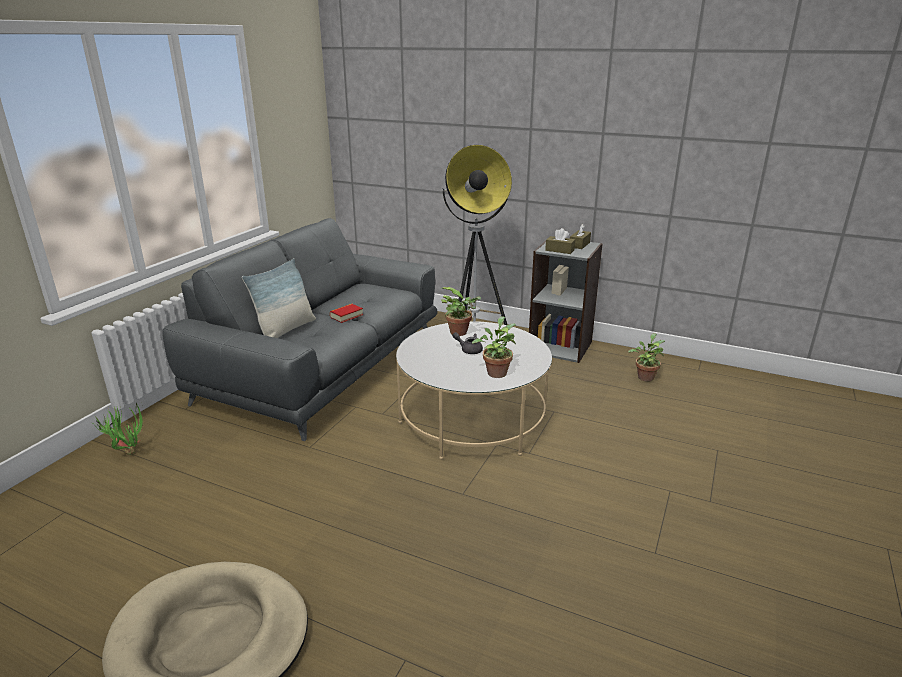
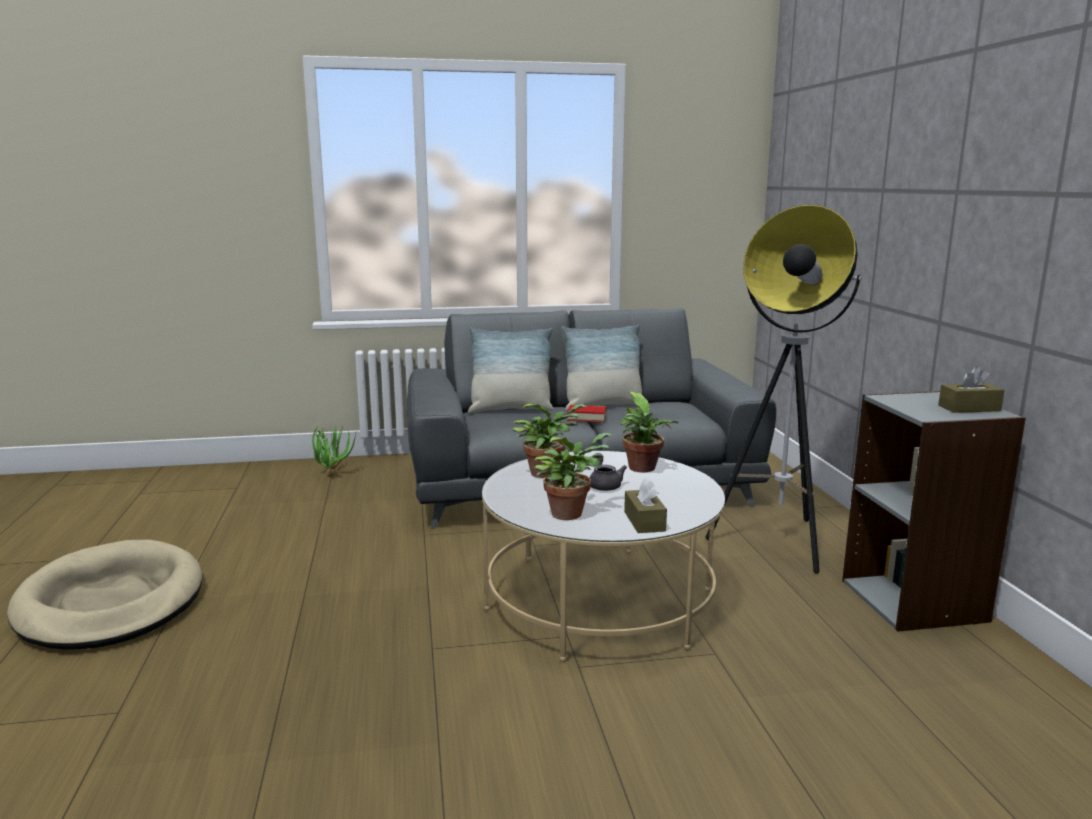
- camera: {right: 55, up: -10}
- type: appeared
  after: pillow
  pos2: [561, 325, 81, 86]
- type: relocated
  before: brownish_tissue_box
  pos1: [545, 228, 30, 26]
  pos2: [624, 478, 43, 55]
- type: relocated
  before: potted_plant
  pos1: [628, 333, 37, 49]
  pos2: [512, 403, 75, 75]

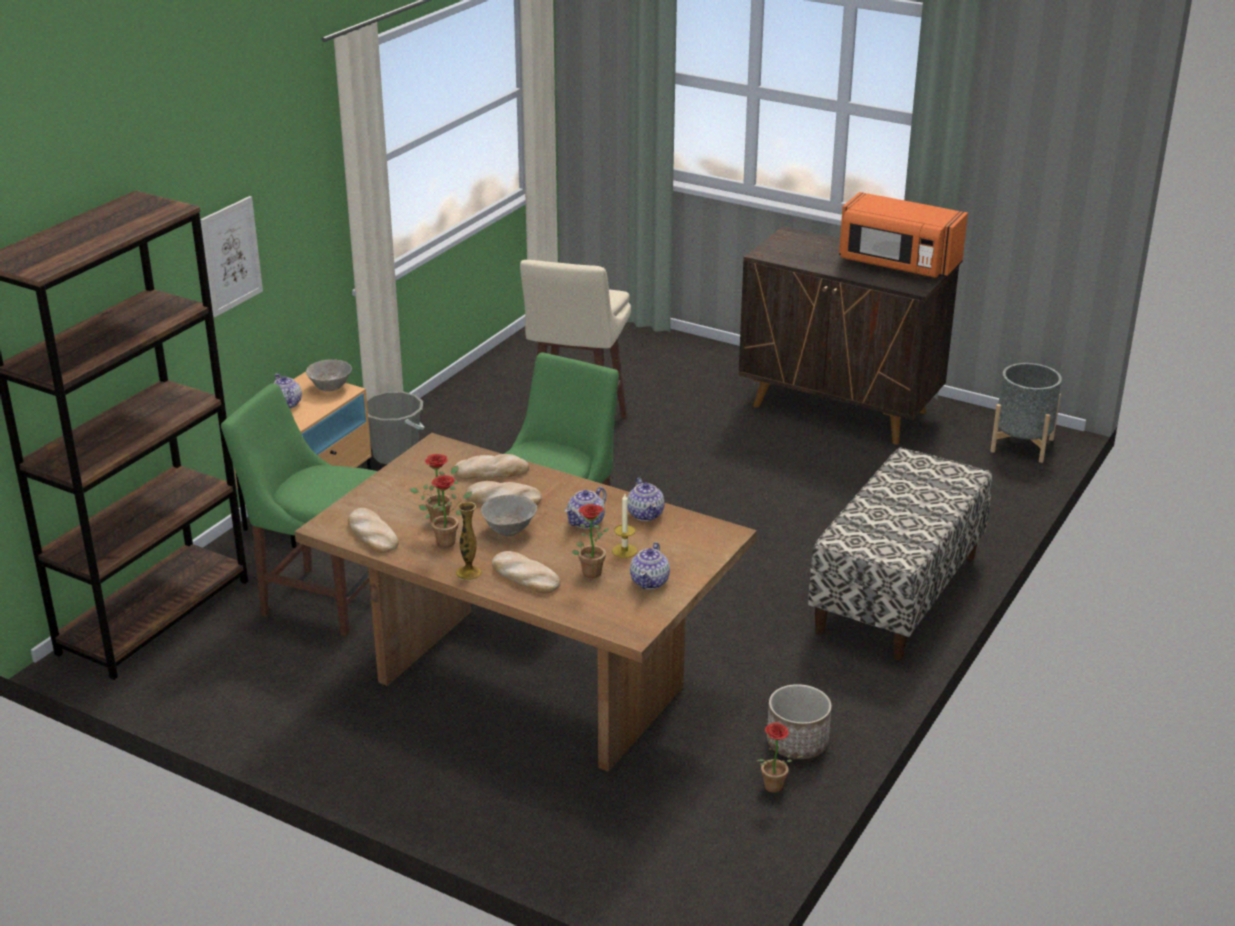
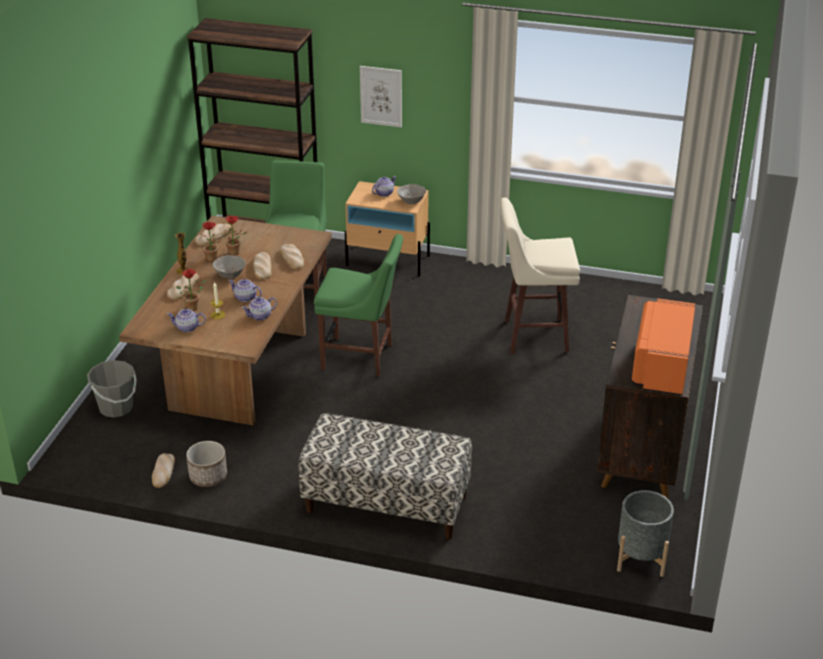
- camera: {right: 75, up: 5}
- type: relocated
  before: gray_pail
  pos1: [367, 391, 58, 74]
  pos2: [87, 360, 50, 58]
- type: exchanged
  before: potted_plant
  after: bread
  pos1: [756, 723, 48, 70]
  pos2: [152, 453, 23, 35]

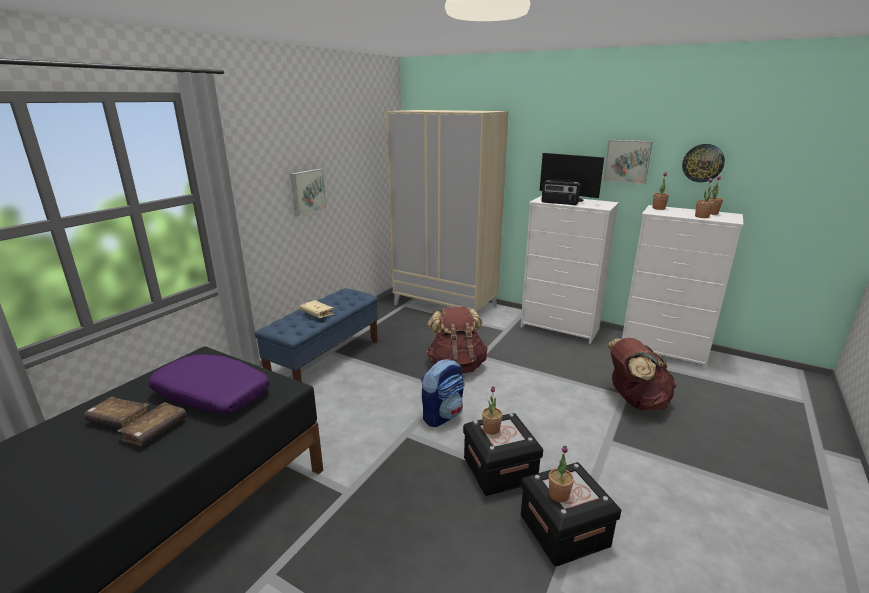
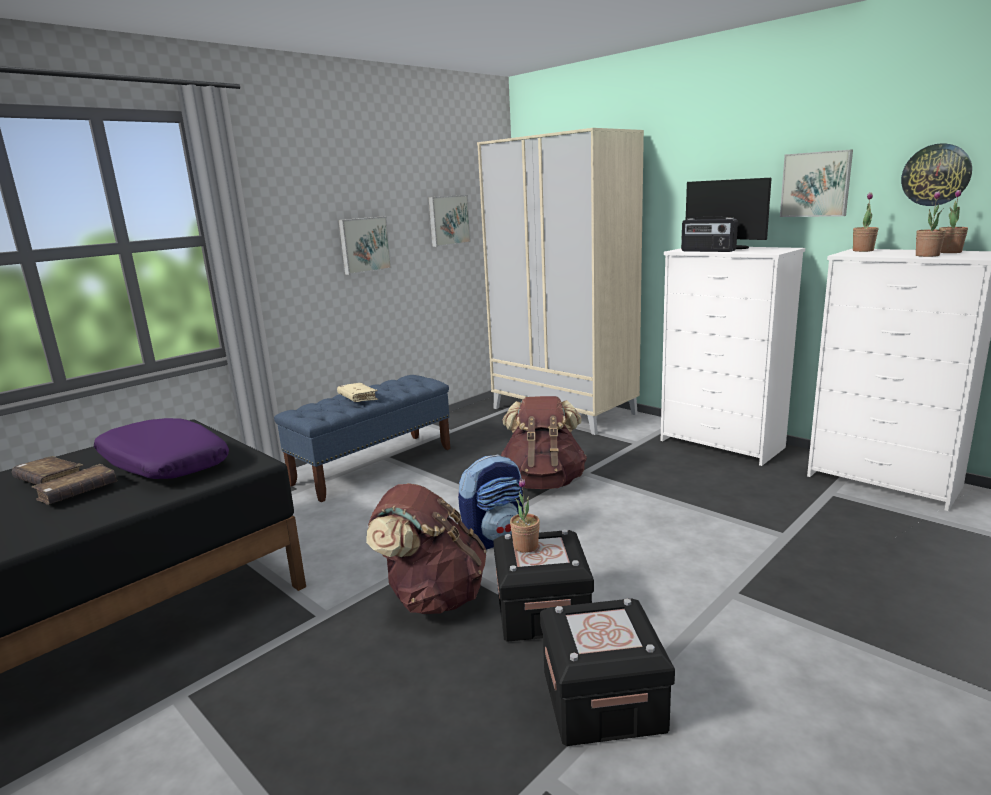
- camera: {right: 15, up: -5}
- type: missing
  before: potted_plant
  pos1: [549, 446, 25, 56]
- type: appeared
  after: wall_picture
  pos2: [429, 195, 42, 52]
- type: relocated
  before: brownish_backpack
  pos1: [606, 338, 71, 72]
  pos2: [366, 483, 121, 131]

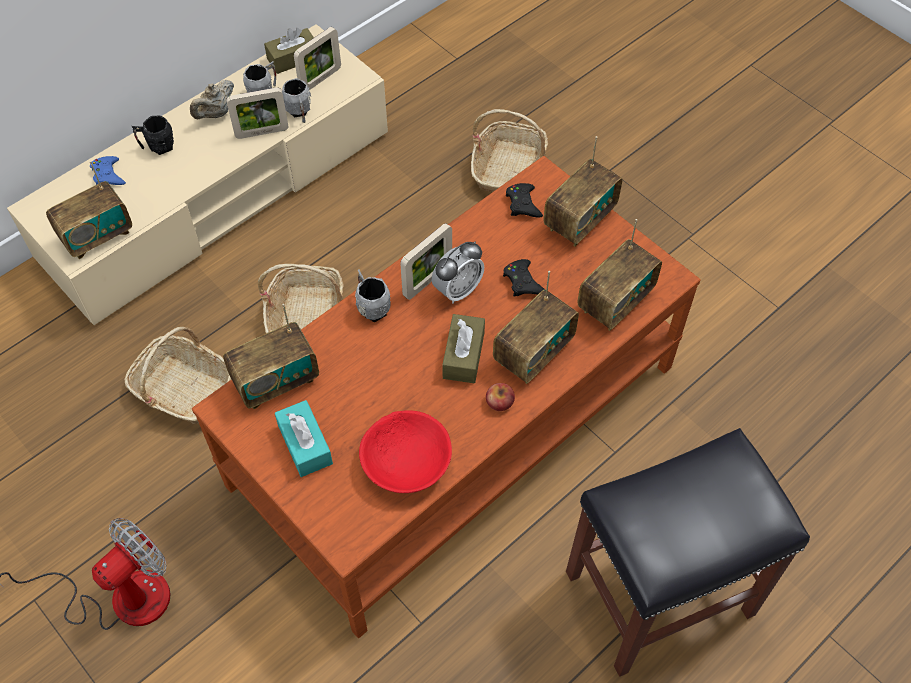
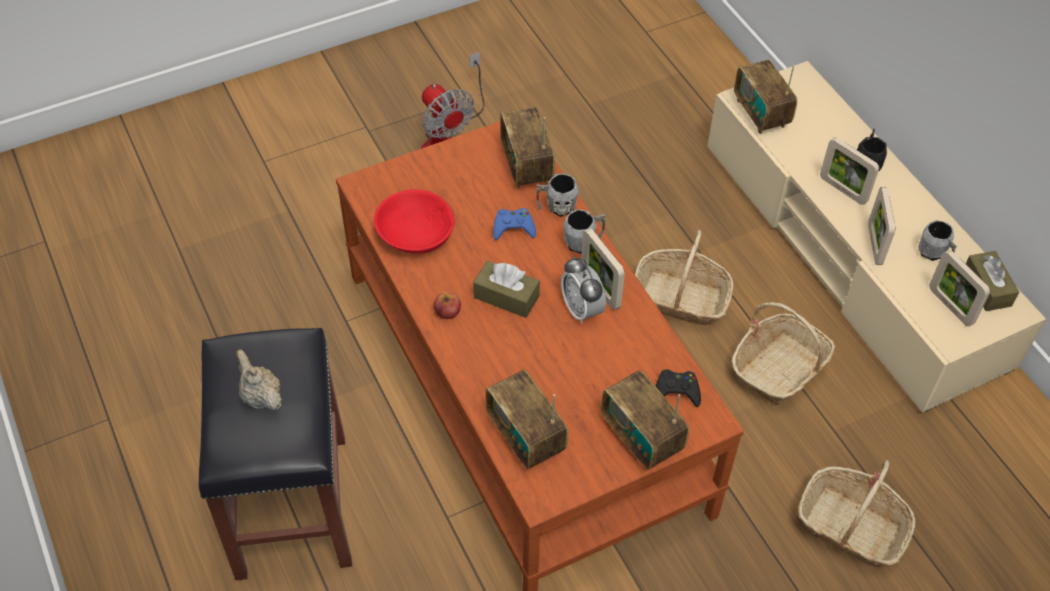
- camera: {right: 105, up: -5}
- type: missing
  before: blue-green_tissue_box
  pos1: [275, 400, 58, 77]
- type: missing
  before: radio_receiver
  pos1: [493, 271, 86, 113]
- type: missing
  before: black-coloured_game_controller
  pos1: [503, 259, 41, 38]
- type: appeared
  after: picture_frame
  pos2: [820, 137, 59, 68]
- type: relocated
  before: bluish_game_controller
  pos1: [90, 156, 36, 29]
  pos2: [493, 208, 43, 32]
- type: relocated
  before: storage_basket
  pos1: [125, 327, 106, 97]
  pos2: [732, 302, 103, 103]
- type: relocated
  before: sand-coloured_pot_for_tea
  pos1: [190, 80, 44, 39]
  pos2: [236, 349, 46, 62]
- type: relocated
  before: gray_mug
  pos1: [282, 78, 29, 45]
  pos2: [536, 174, 43, 43]

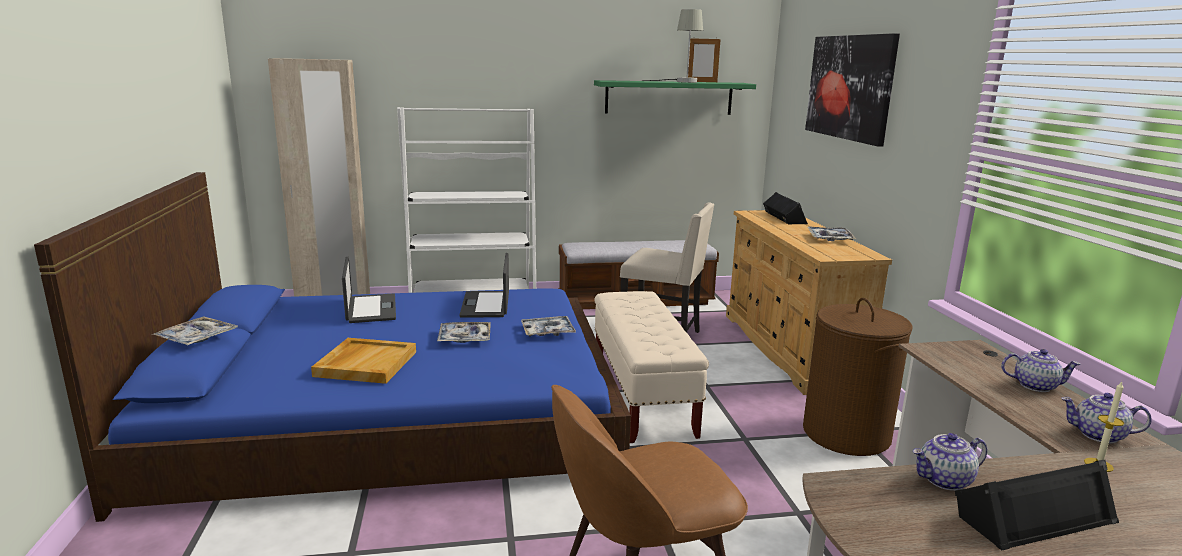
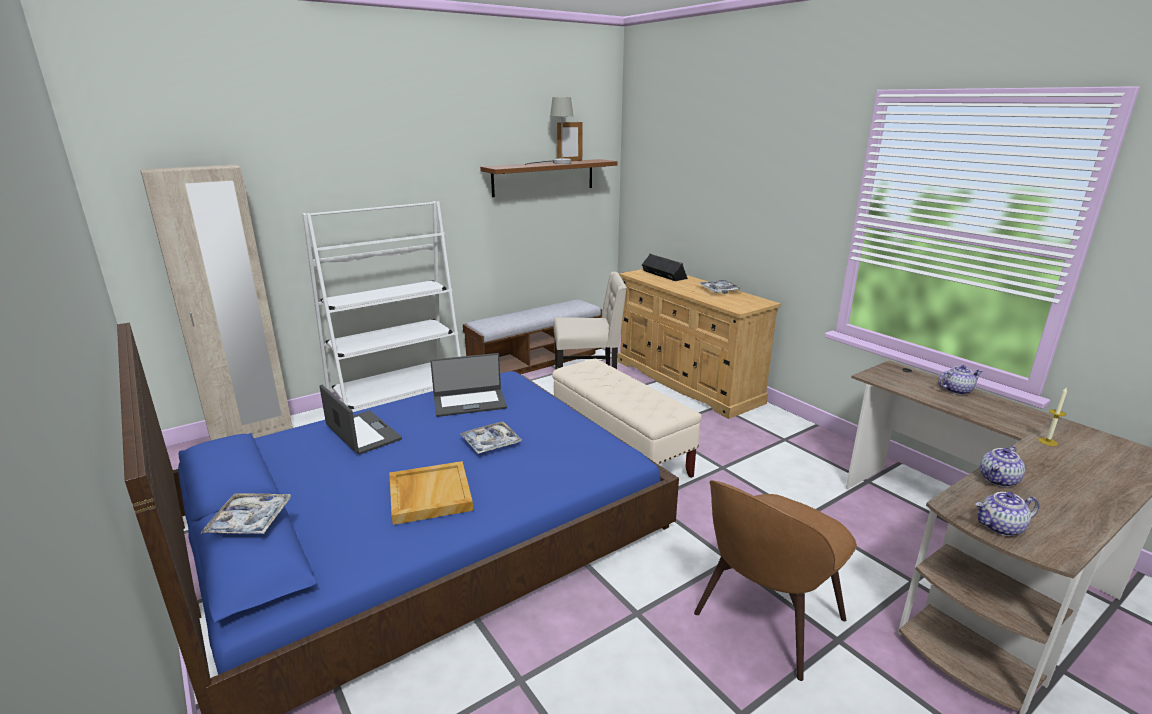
- camera: {right: -25, up: 5}
- type: missing
  before: tray
  pos1: [521, 316, 55, 20]
- type: missing
  before: brownish_washing_basket
  pos1: [803, 298, 109, 158]
- type: missing
  before: wall_picture
  pos1: [805, 33, 95, 114]
- type: missing
  before: black-coloured_loudspeaker
  pos1: [955, 459, 164, 91]
- type: relocated
  before: pot_for_tea
  pos1: [1062, 393, 90, 50]
  pos2: [975, 492, 65, 44]
- type: colour
  before: green-coloured_shelf
  after: brownish_shelf
  pos1: [594, 80, 162, 35]
  pos2: [480, 159, 138, 38]
- type: spun
  before: laptop
  pos1: [459, 253, 50, 65]
  pos2: [430, 353, 77, 64]
  turn: -75

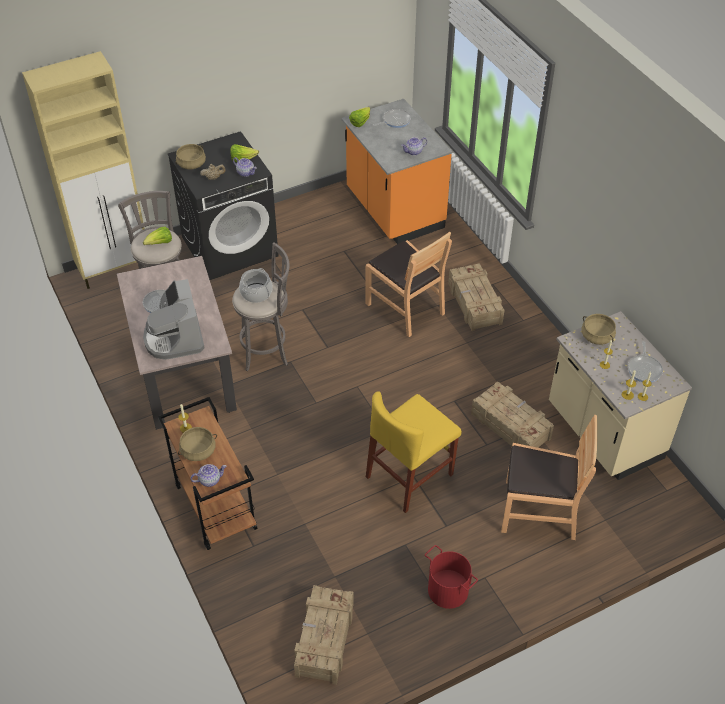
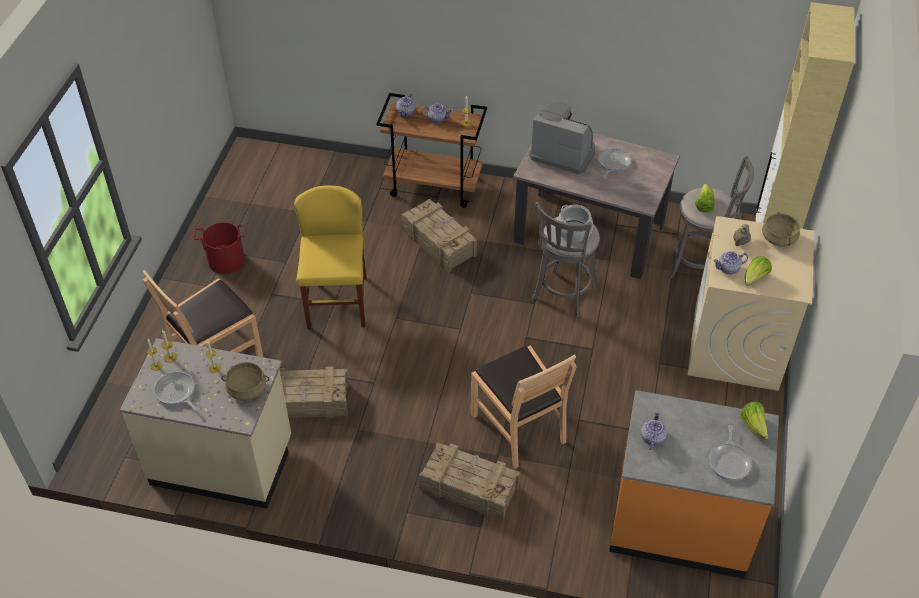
- camera: {right: 130, up: 0}
- type: relocated
  before: shipping_crate
  pos1: [294, 585, 60, 100]
  pos2: [401, 199, 76, 73]
- type: exchanged
  before: sand-coloured_saucepot
  after: pot_for_tea
  pos1: [178, 427, 39, 34]
  pos2: [421, 103, 32, 20]
- type: colour
  before: black-coloured_laundry_appliance
  after: sand-coloured_laundry_appliance
  pos1: [168, 131, 111, 149]
  pos2: [688, 216, 126, 175]
- type: spun
  before: brownish_chair
  pos1: [366, 232, 86, 105]
  pos2: [471, 345, 105, 123]
  turn: -120

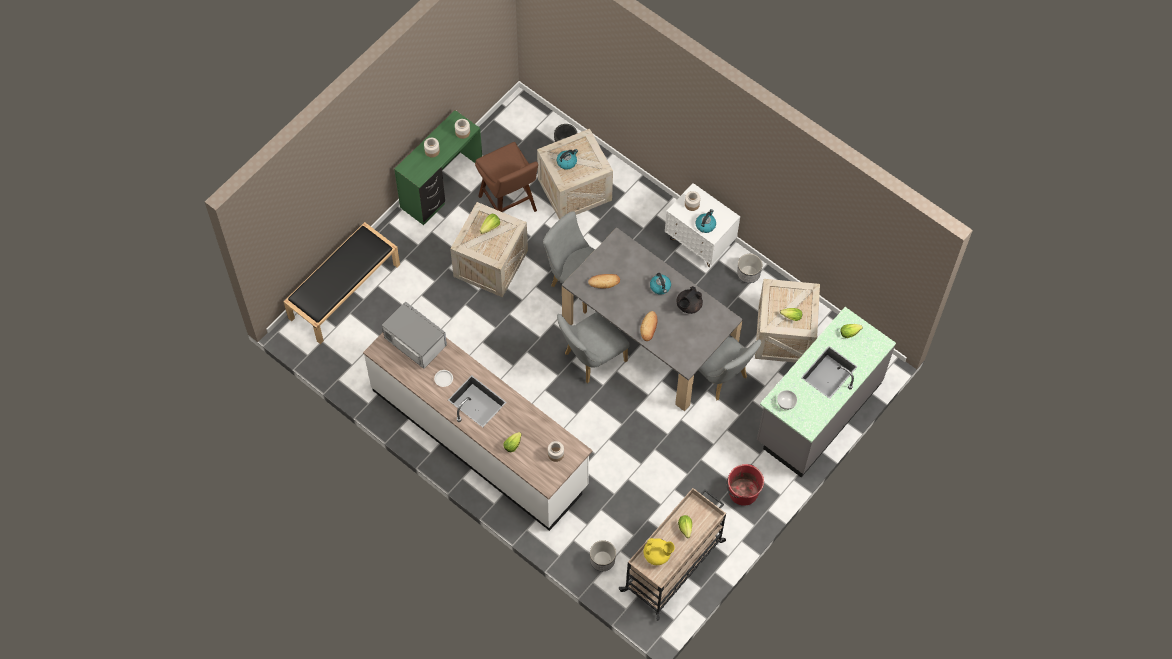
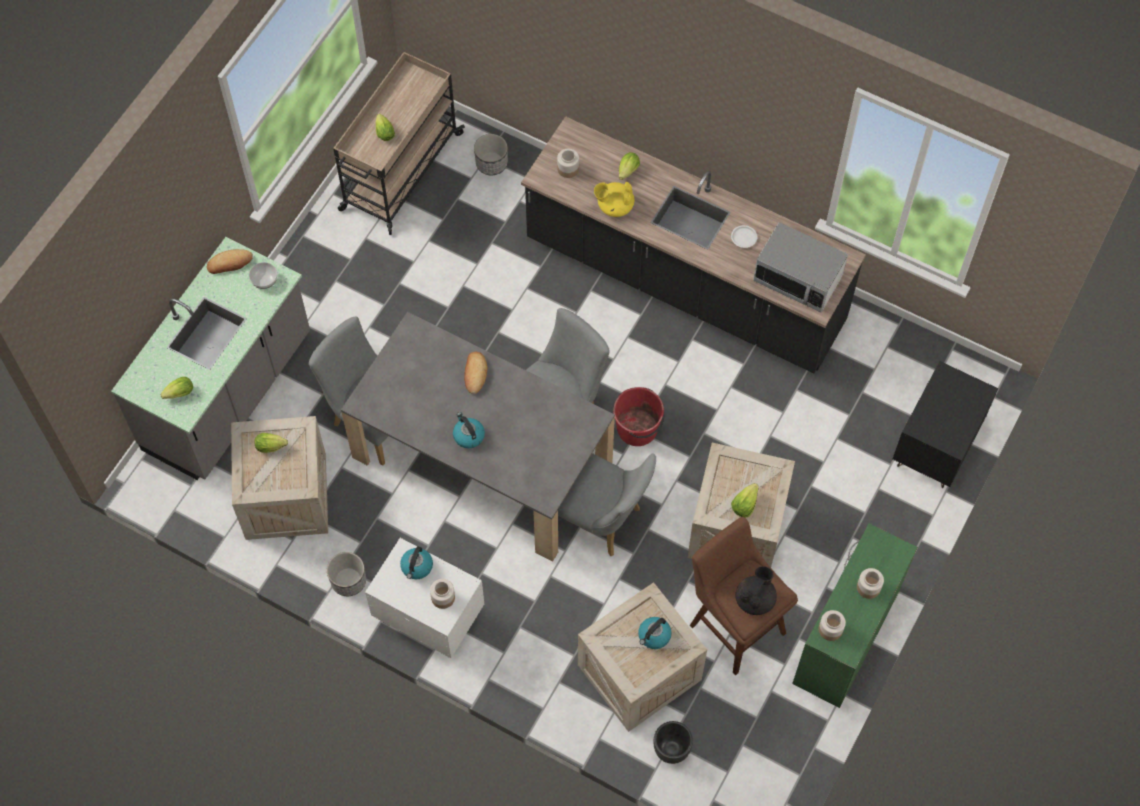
- camera: {right: 170, up: 0}
- type: relocated
  before: bread
  pos1: [588, 274, 32, 14]
  pos2: [207, 249, 46, 25]
- type: relocated
  before: yellow_pot_for_tea
  pos1: [644, 538, 31, 27]
  pos2: [594, 182, 41, 35]
- type: relocated
  before: black-coloured_pot_for_tea
  pos1: [677, 286, 26, 28]
  pos2: [735, 566, 42, 49]
- type: relocated
  before: red-coloured_pail
  pos1: [726, 464, 38, 42]
  pos2: [613, 387, 51, 59]
- type: exchanged
  before: black-coloured_bench
  after: black-coloured_bedside_table
  pos1: [284, 222, 116, 122]
  pos2: [893, 361, 105, 127]
- type: colour
  before: whitish_kitchen_counter
  after: black-coloured_kitchen_counter
  pos1: [363, 333, 230, 198]
  pos2: [521, 116, 345, 257]

